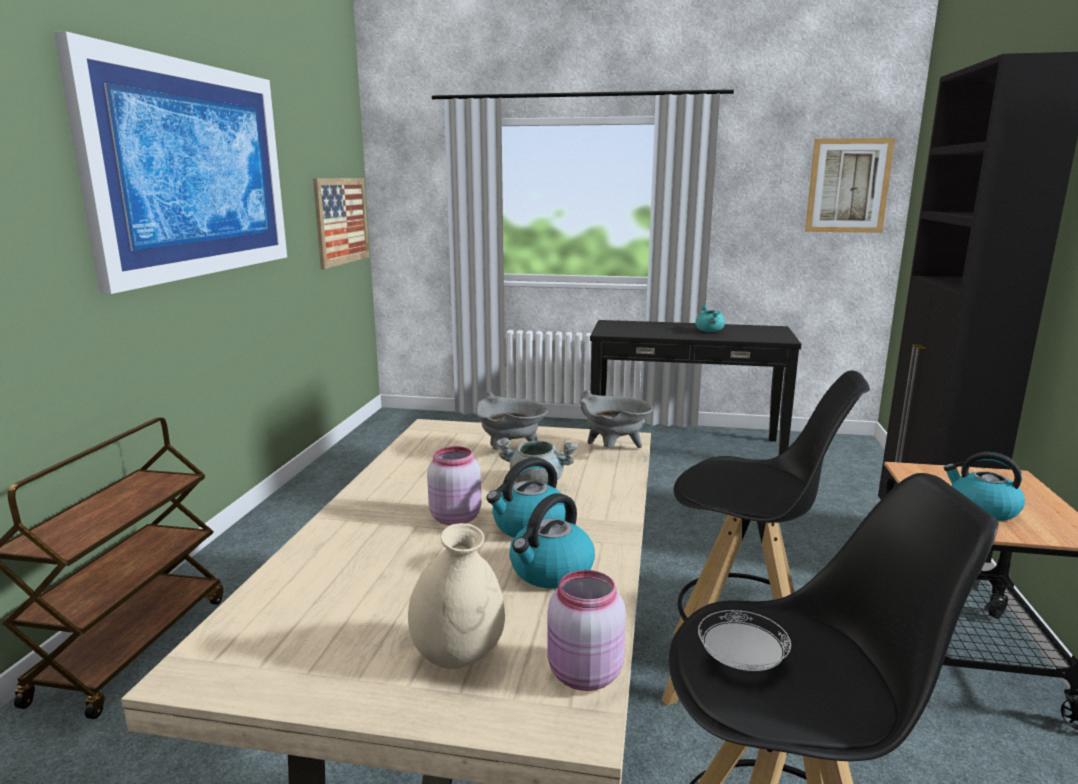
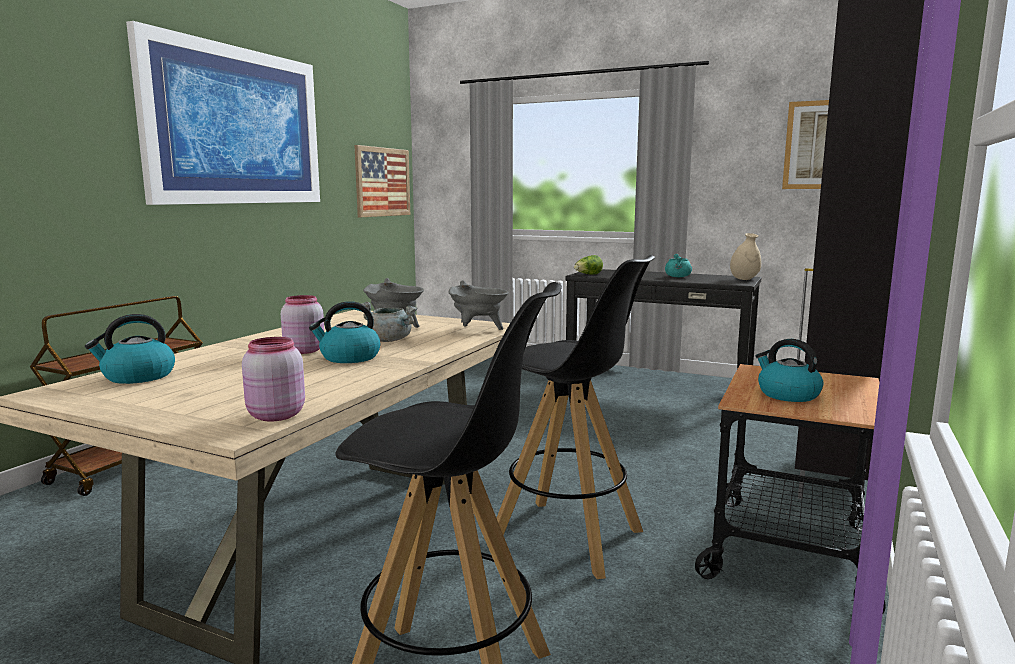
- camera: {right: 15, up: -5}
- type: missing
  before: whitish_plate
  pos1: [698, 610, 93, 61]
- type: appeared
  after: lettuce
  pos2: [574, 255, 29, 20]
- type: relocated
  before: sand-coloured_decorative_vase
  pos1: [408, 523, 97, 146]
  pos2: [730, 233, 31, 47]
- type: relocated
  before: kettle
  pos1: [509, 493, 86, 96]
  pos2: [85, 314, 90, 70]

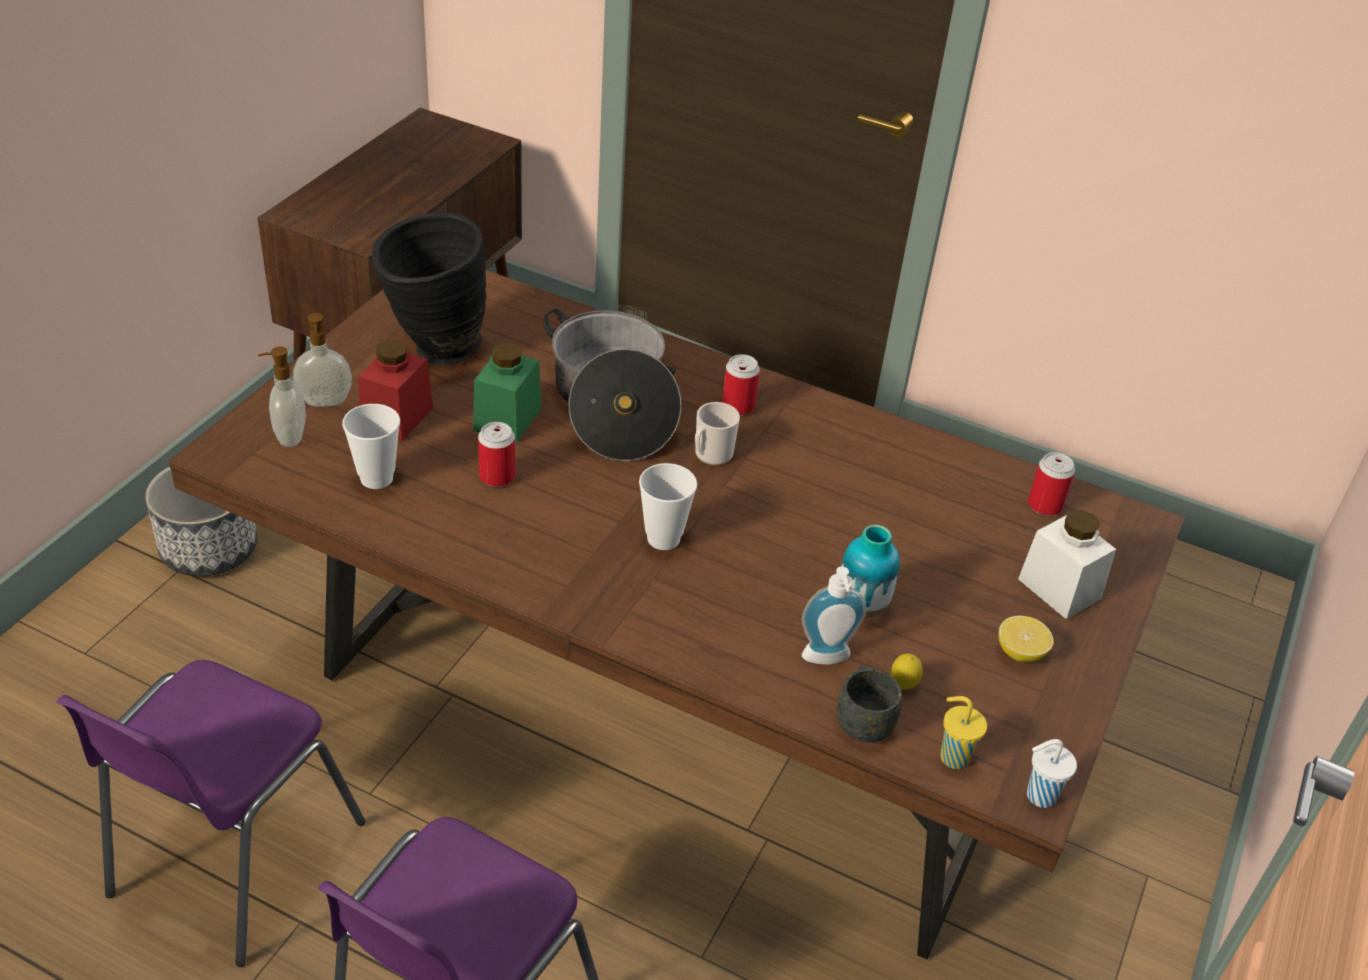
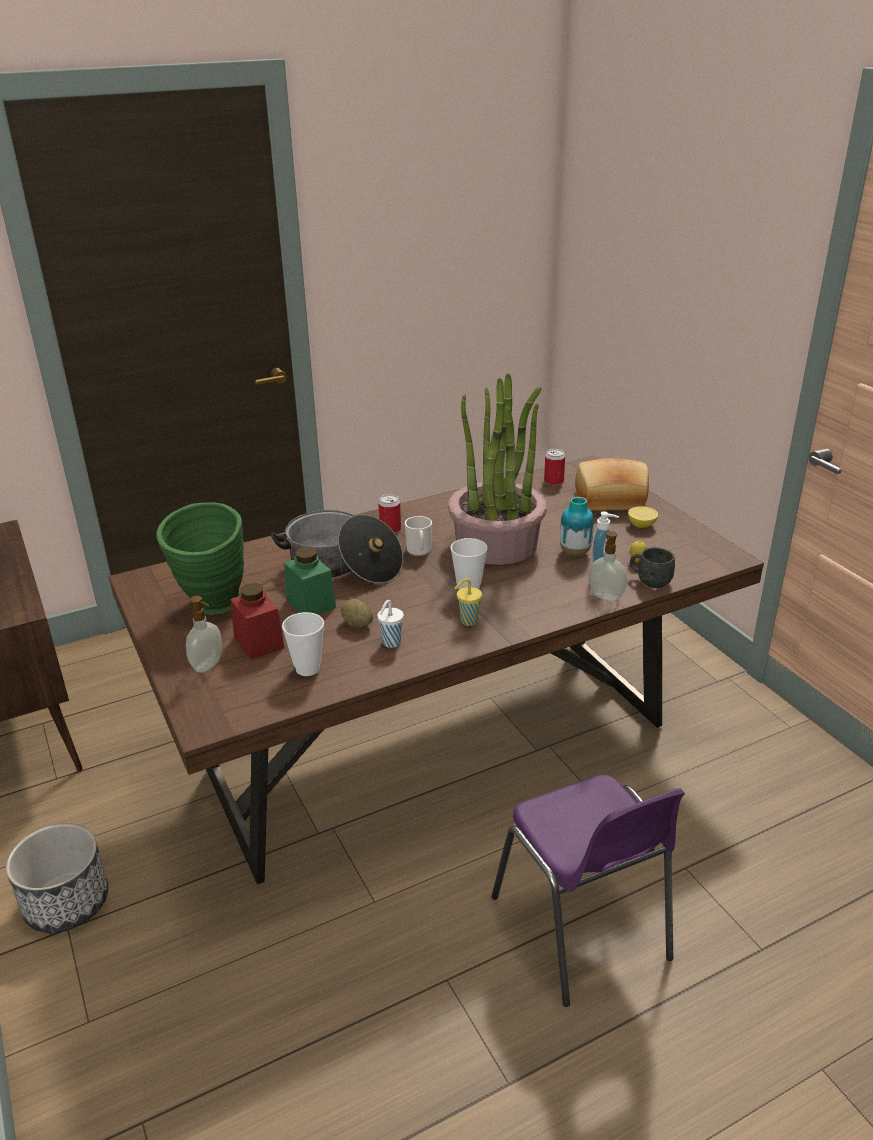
- camera: {right: -50, up: -10}
- type: missing
  before: purple-coloured_chair
  pos1: [56, 660, 309, 307]
- type: appeared
  after: potted_plant
  pos2: [448, 374, 99, 191]
- type: relocated
  before: liquid_soap_bottle
  pos1: [258, 347, 48, 100]
  pos2: [588, 531, 39, 70]
- type: relocated
  before: yellow_small_cup
  pos1: [940, 696, 47, 73]
  pos2: [455, 578, 27, 48]
- type: relocated
  before: whitish_small_cup
  pos1: [1027, 739, 50, 69]
  pos2: [377, 600, 27, 48]
- type: exchanged
  before: metal_can
  after: spud
  pos1: [478, 422, 37, 65]
  pos2: [341, 599, 32, 28]
- type: exchanged
  before: whitish_jar
  after: bread
  pos1: [1018, 510, 98, 109]
  pos2: [575, 458, 74, 53]
- type: colour
  before: black-coloured_decorative_vase
  after: green-coloured_decorative_vase
  pos1: [372, 212, 115, 154]
  pos2: [156, 502, 88, 113]

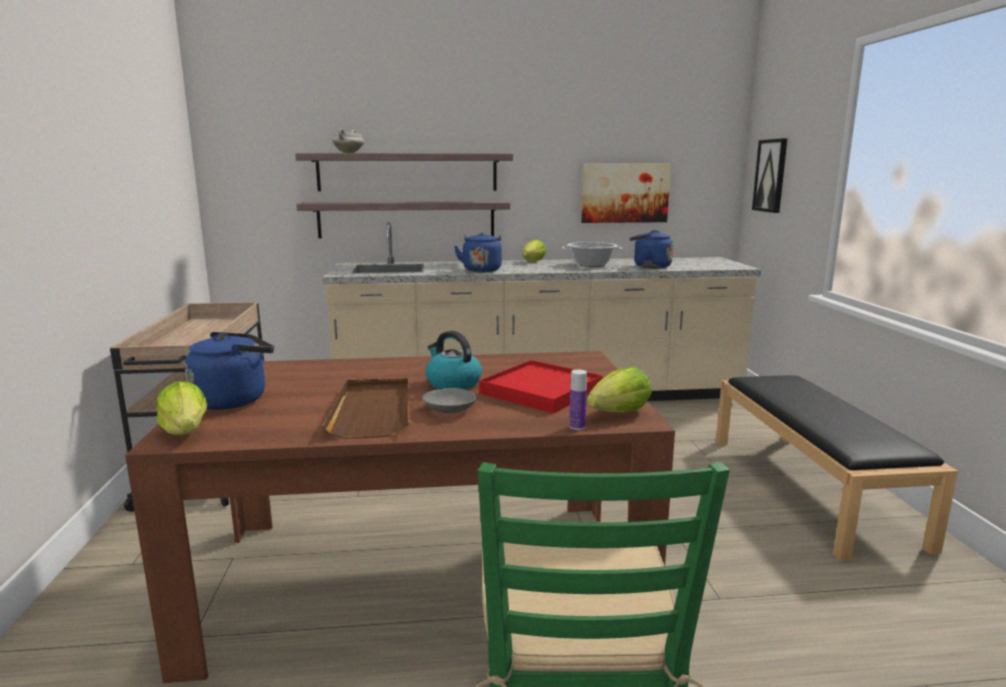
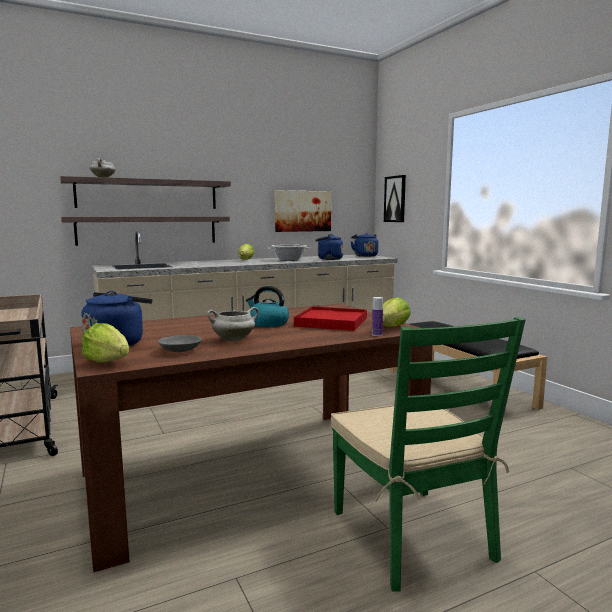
- camera: {right: -20, up: -5}
- type: relocated
  before: gray_bowl
  pos1: [422, 388, 55, 25]
  pos2: [158, 335, 44, 17]
- type: relocated
  before: bluish_kettle
  pos1: [454, 232, 48, 40]
  pos2: [350, 233, 28, 24]
- type: exchanged
  before: brownish_tray
  after: whitish_saucepot
  pos1: [322, 378, 87, 60]
  pos2: [207, 307, 51, 35]

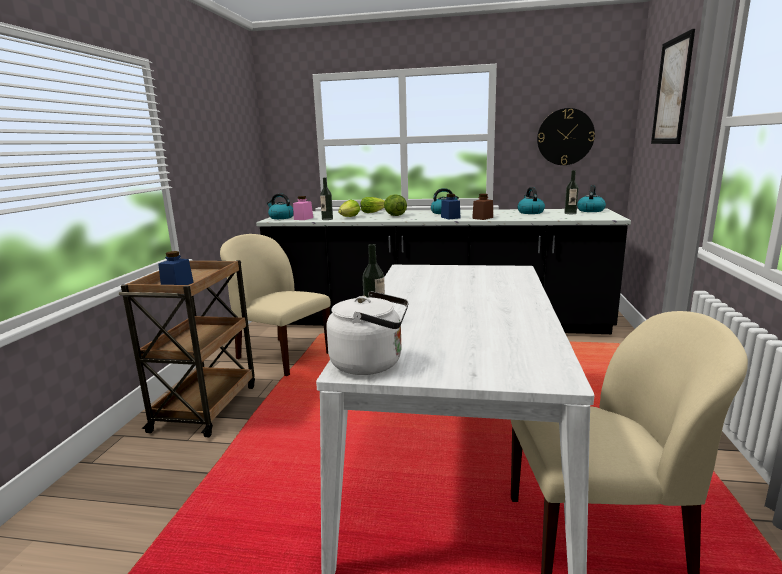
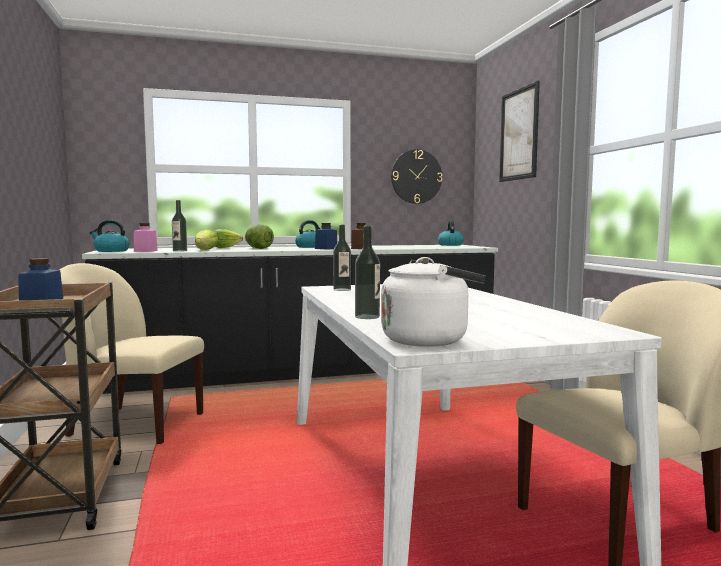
- camera: {right: -25, up: -10}
- type: missing
  before: kettle
  pos1: [517, 187, 28, 27]
- type: relocated
  before: beverage_bottle
  pos1: [564, 170, 15, 44]
  pos2: [333, 225, 18, 66]

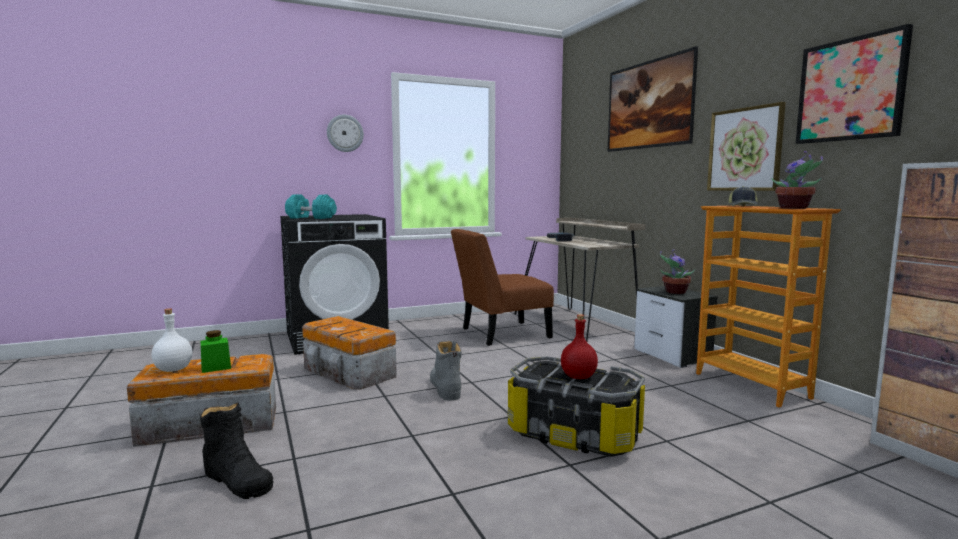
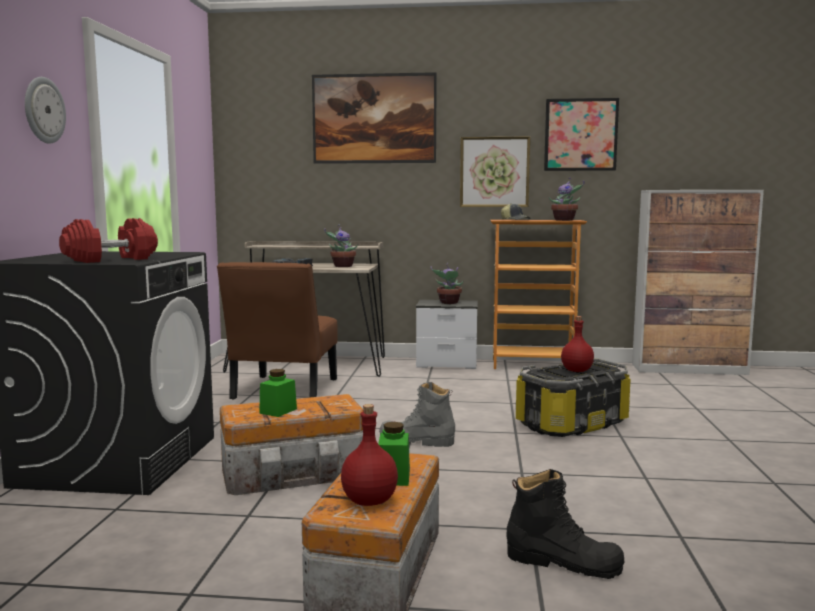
- camera: {right: -60, up: 0}
- type: appeared
  after: green-coloured_jar
  pos2: [259, 369, 38, 48]
- type: appeared
  after: potted_plant
  pos2: [324, 225, 34, 42]
- type: colour
  before: whitish_beverage_bottle
  after: red-coloured_beverage_bottle
  pos1: [151, 308, 42, 64]
  pos2: [341, 404, 57, 102]
- type: colour
  before: blue-green_hand_weight
  after: red-coloured_hand_weight
  pos1: [285, 194, 52, 25]
  pos2: [59, 218, 99, 45]
- type: spun
  before: black-coloured_tall_boot
  pos1: [200, 403, 74, 96]
  pos2: [506, 469, 118, 110]
  turn: 45

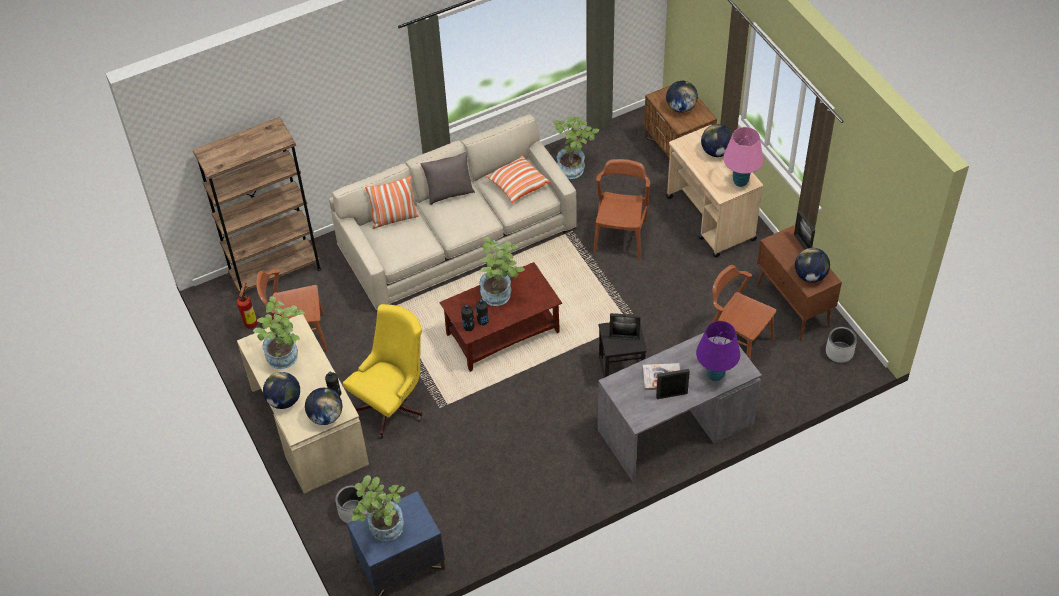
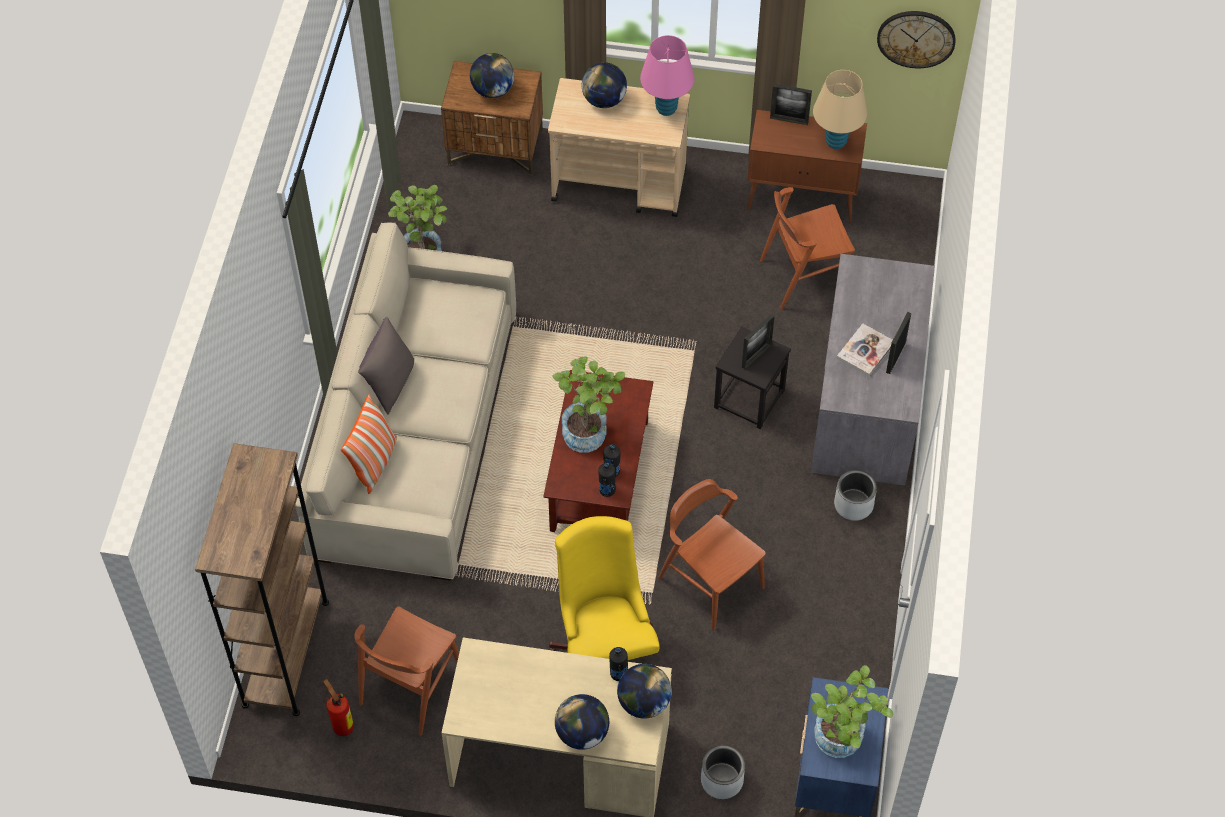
- camera: {right: -55, up: 5}
- type: missing
  before: potted_plant
  pos1: [253, 296, 52, 73]
- type: missing
  before: pillow
  pos1: [486, 156, 65, 47]
- type: missing
  before: purple-coloured_lamp_for_a_table
  pos1: [696, 321, 44, 60]
- type: appeared
  after: hanging_clock
  pos2: [877, 11, 78, 57]
- type: relocated
  before: brownish_chair
  pos1: [593, 159, 57, 100]
  pos2: [658, 479, 108, 151]
- type: relocated
  before: gray_flower_pot
  pos1: [826, 326, 31, 37]
  pos2: [834, 470, 43, 51]
- type: exchanged
  before: world_globe
  after: sand-coloured_lamp_for_a_table
  pos1: [795, 248, 35, 35]
  pos2: [813, 70, 54, 79]

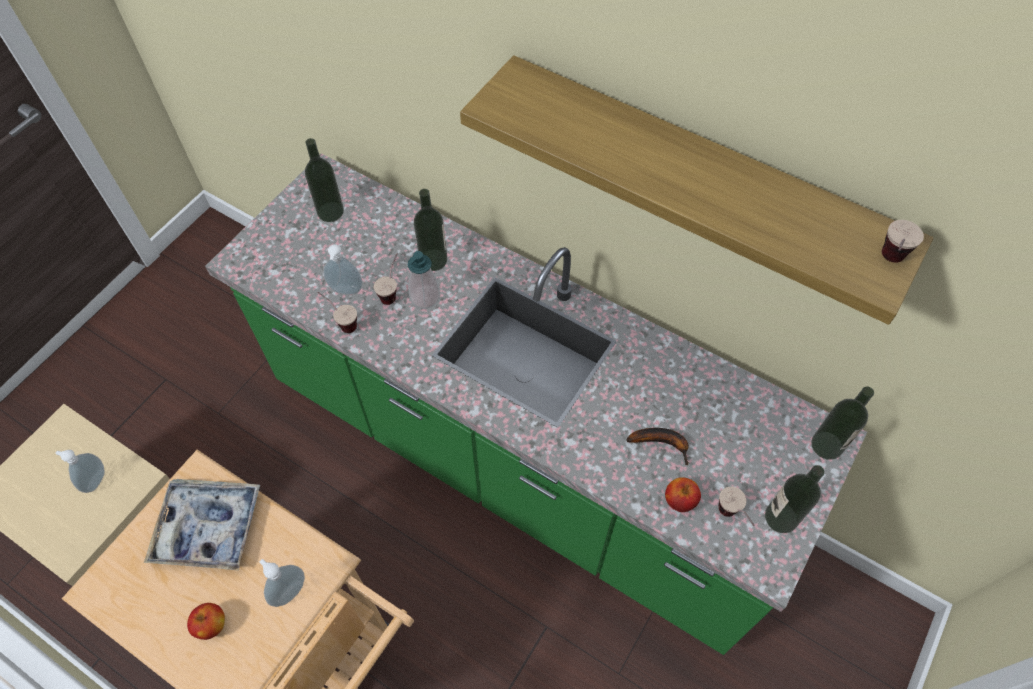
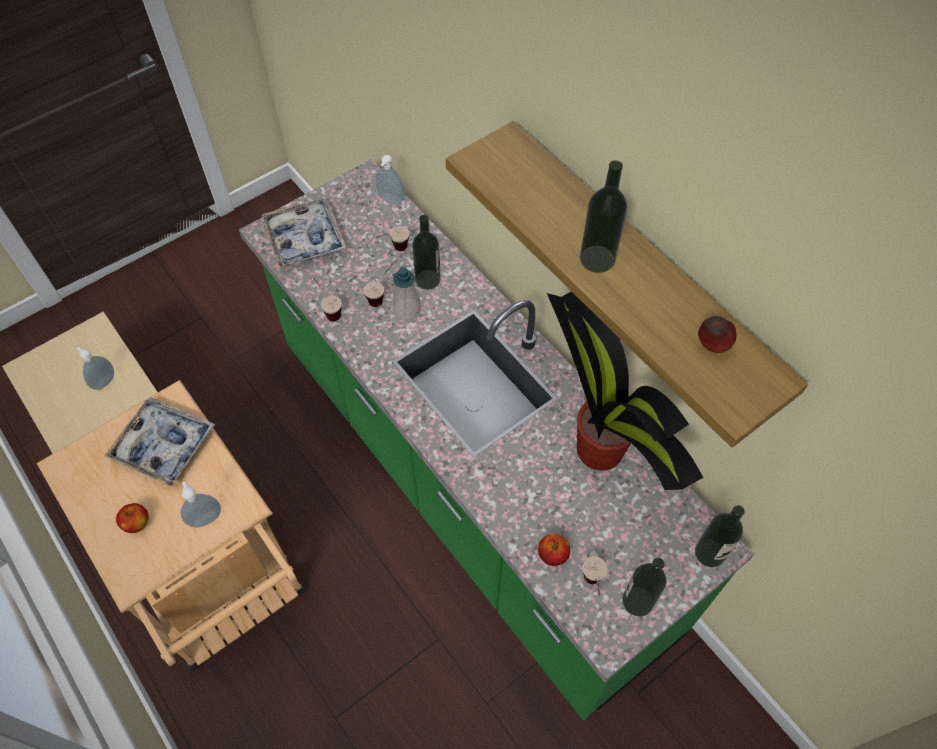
- camera: {right: 20, up: 0}
- type: missing
  before: banana
  pos1: [626, 428, 63, 38]
- type: appeared
  after: tray
  pos2: [262, 198, 85, 70]
- type: appeared
  after: potted_plant
  pos2: [547, 291, 156, 199]
- type: appeared
  after: apple
  pos2: [698, 316, 39, 37]
- type: relocated
  before: beverage_bottle
  pos1: [305, 138, 39, 84]
  pos2: [580, 160, 47, 113]
- type: relocated
  before: liquid_soap_bottle
  pos1: [323, 244, 40, 51]
  pos2: [375, 155, 30, 49]
- type: relocated
  before: small_cup
  pos1: [882, 220, 42, 43]
  pos2: [376, 226, 33, 25]

